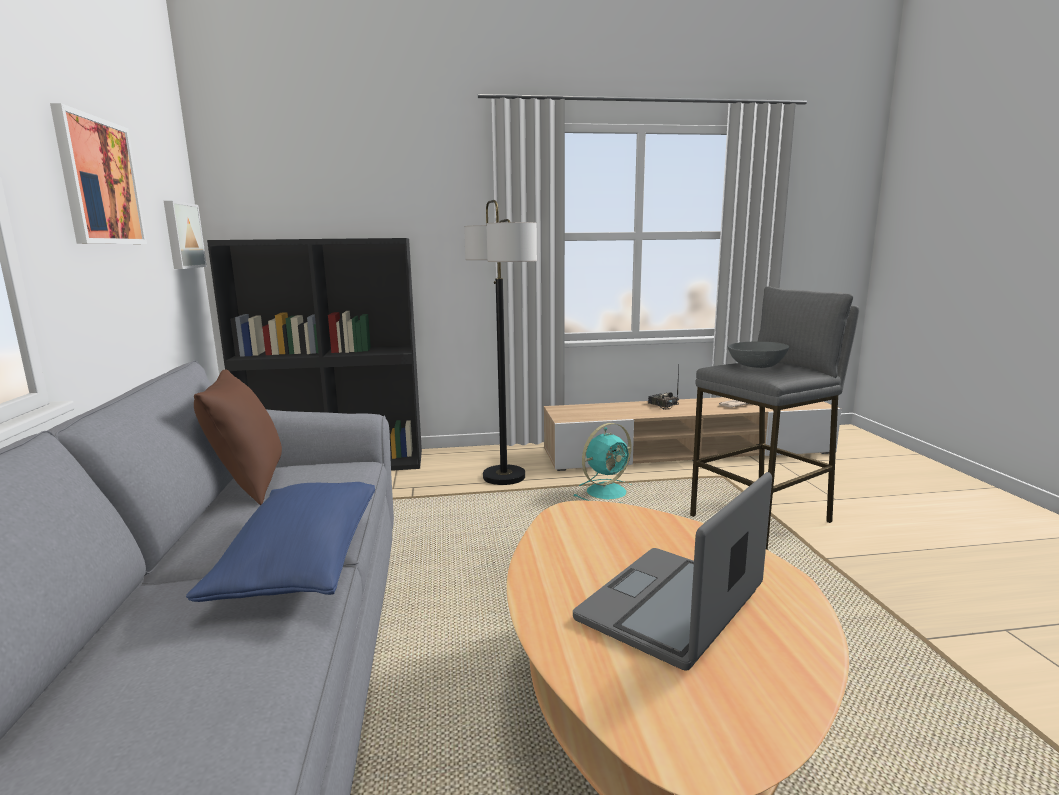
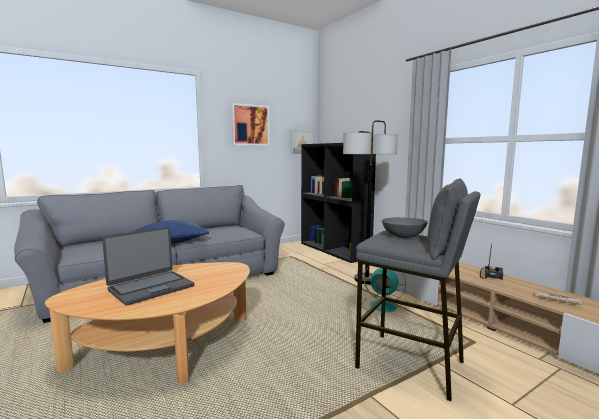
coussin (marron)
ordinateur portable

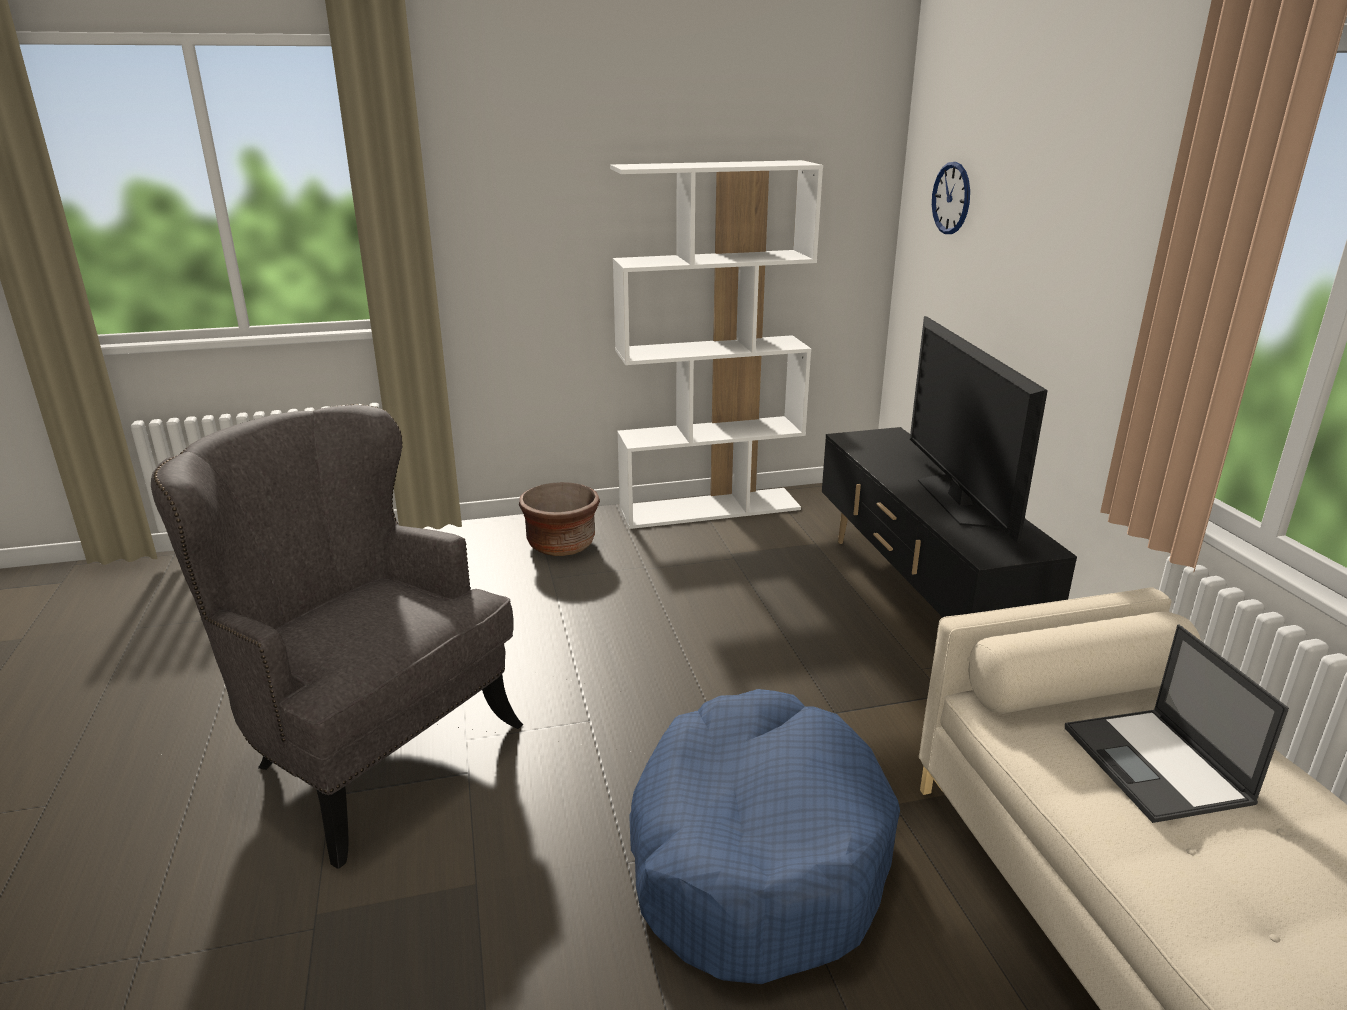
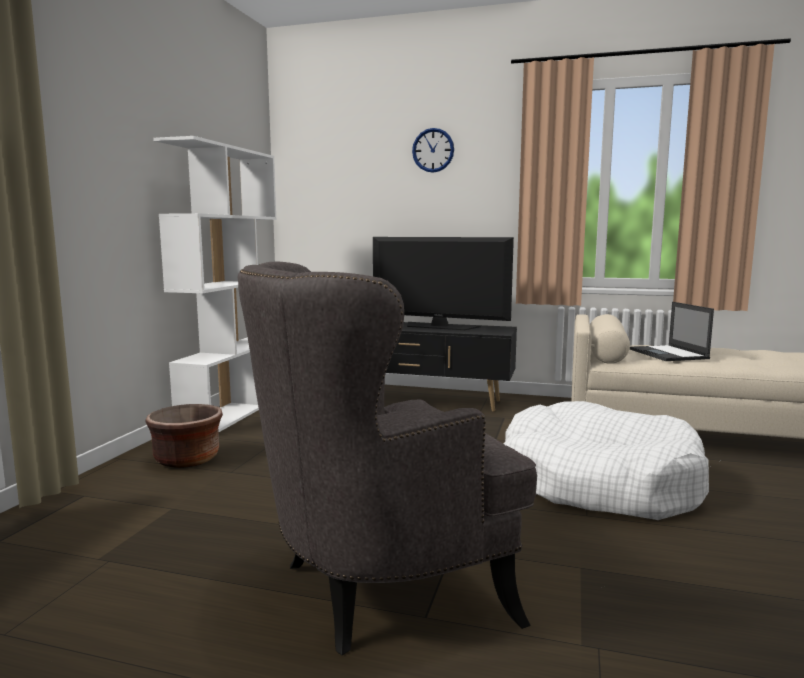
horloge murale
ordinateur portable
panier pour chien (blanc)

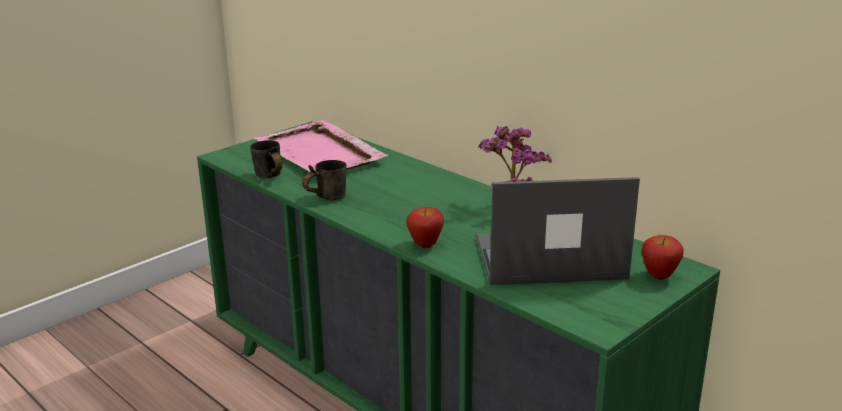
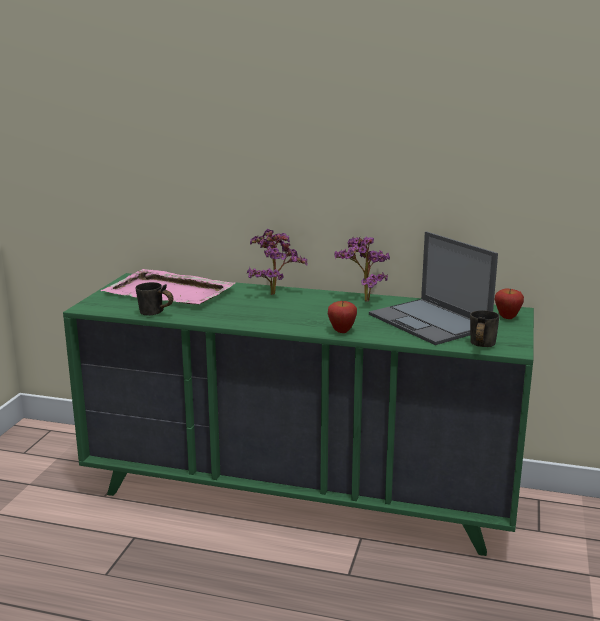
mug (gris) (no. 2 from left)
ordinateur portable
plante en pot (no. 1 from left)

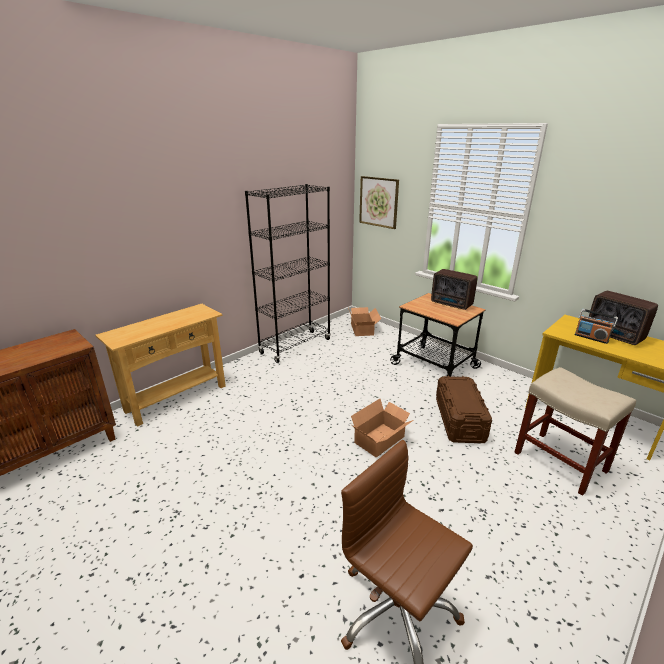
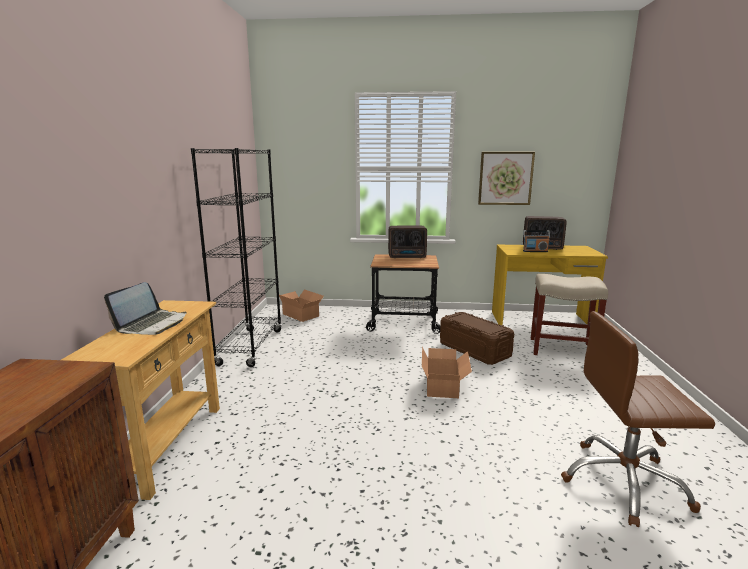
tableau
ordinateur portable

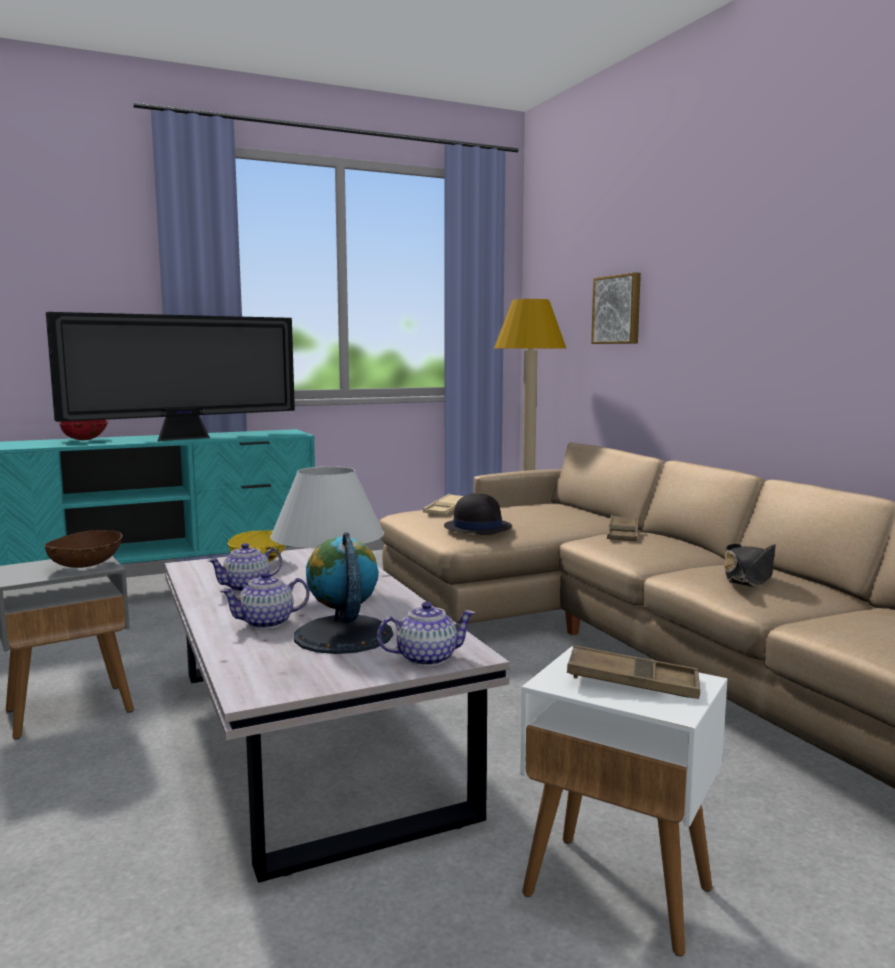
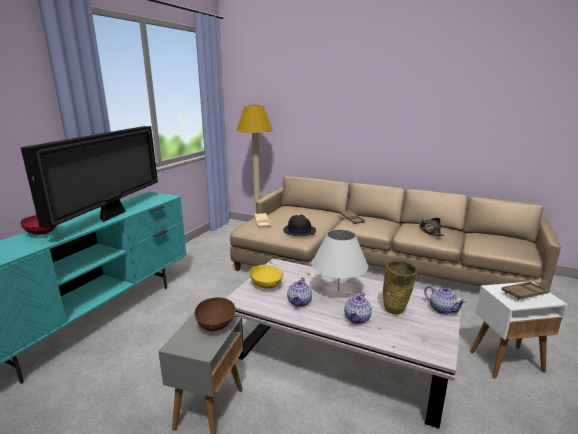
tableau
vase (beige)
théière (no. 3 from left)

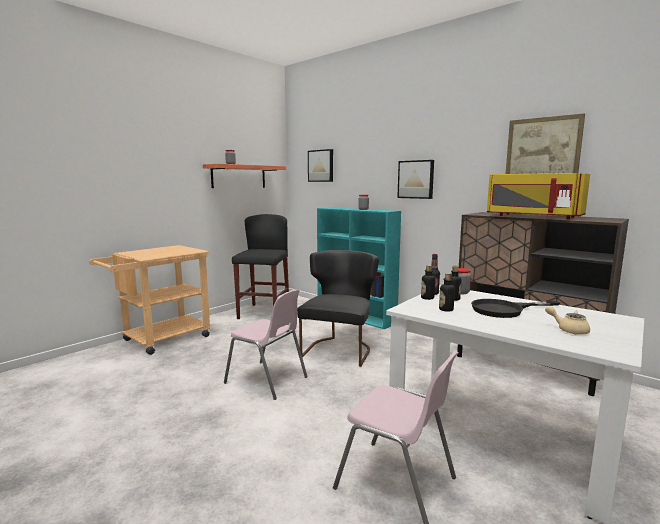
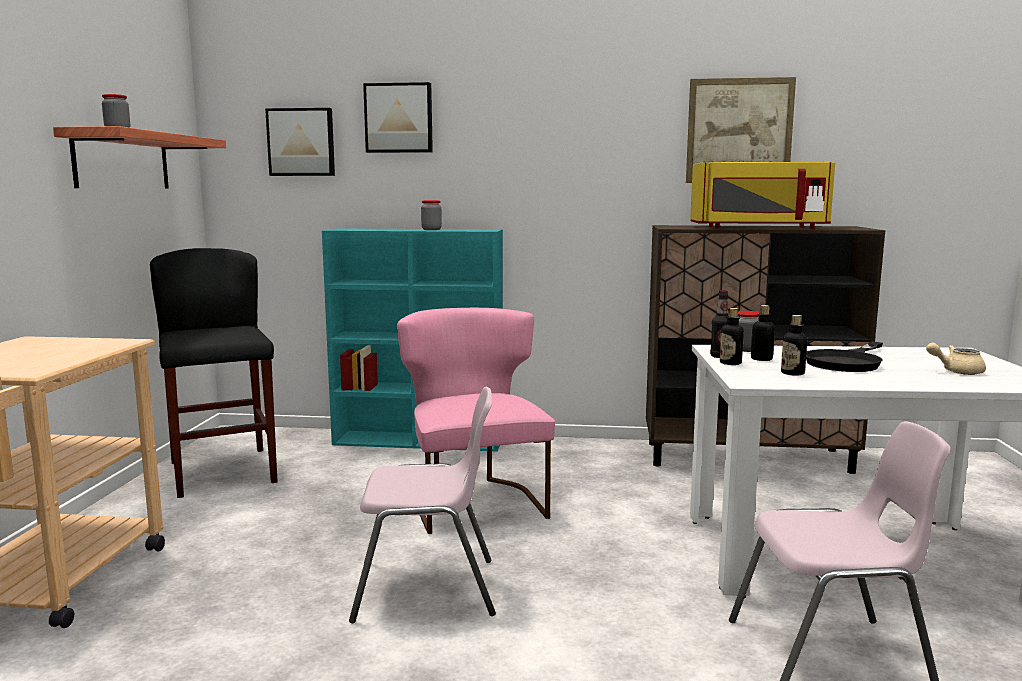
tableau (no. 2 from left)
chaise (rose) (no. 2 from left)

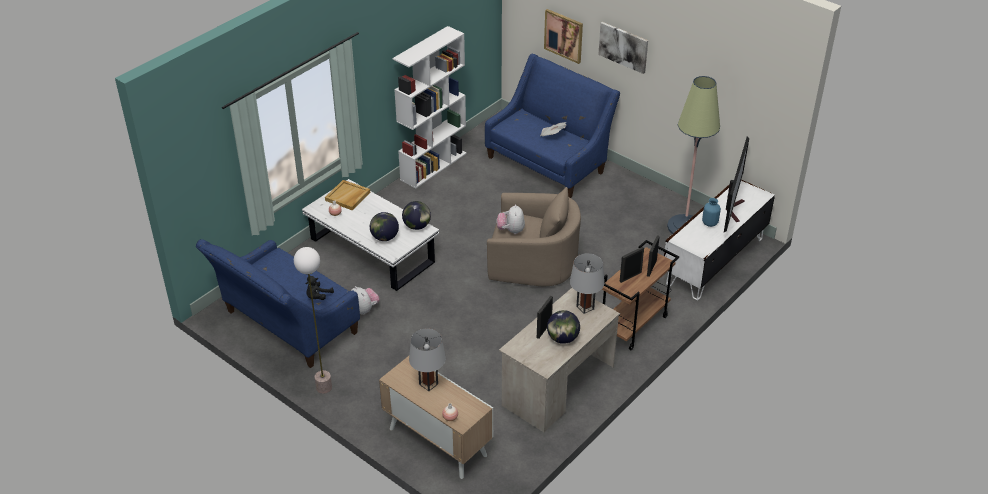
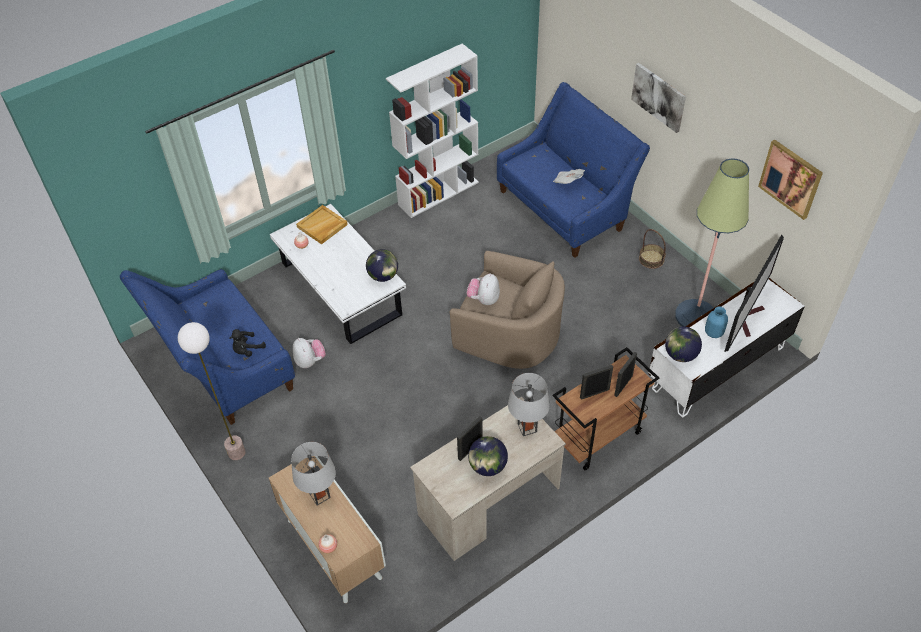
tableau (no. 2 from left)
globe (no. 3 from left)
panier

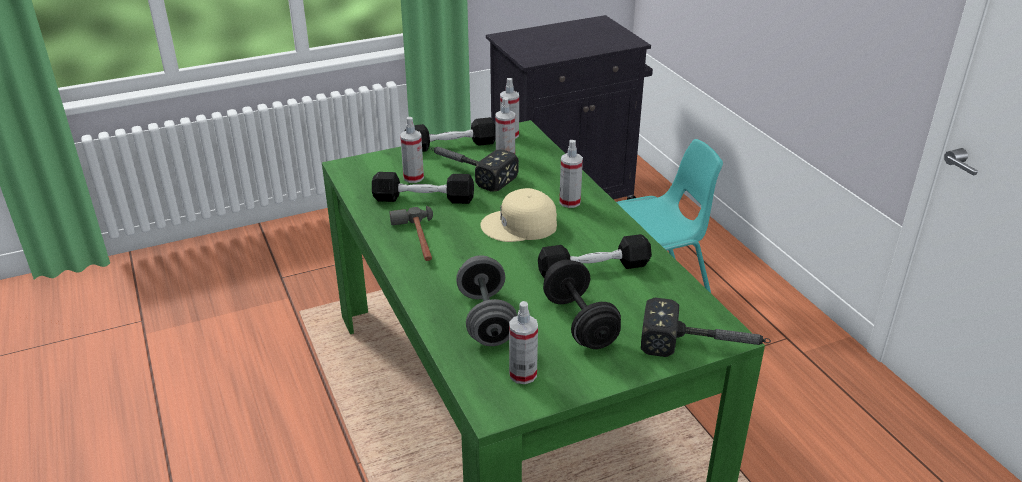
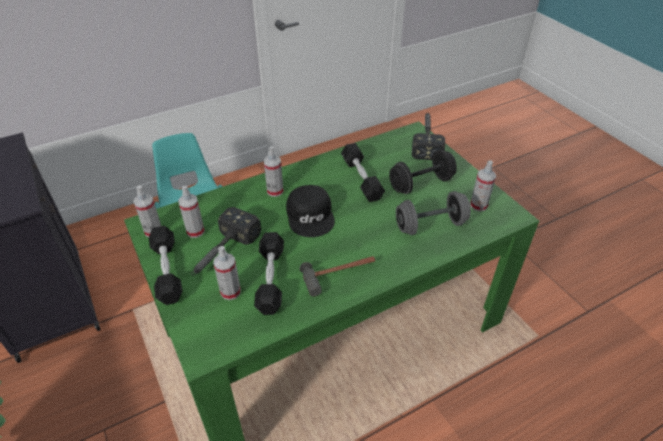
casquette (noir)

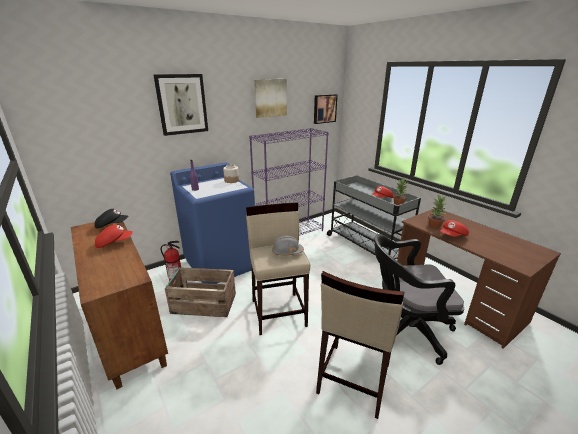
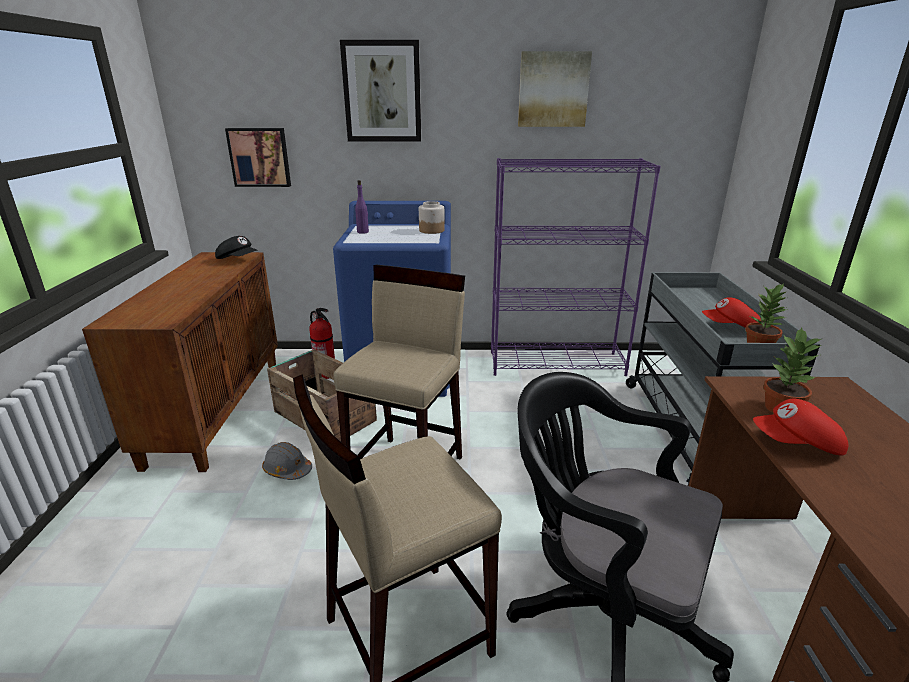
tableau (no. 1 from left)
casquette (rouge) (no. 1 from left in the first image)
casque de chantier (gris)

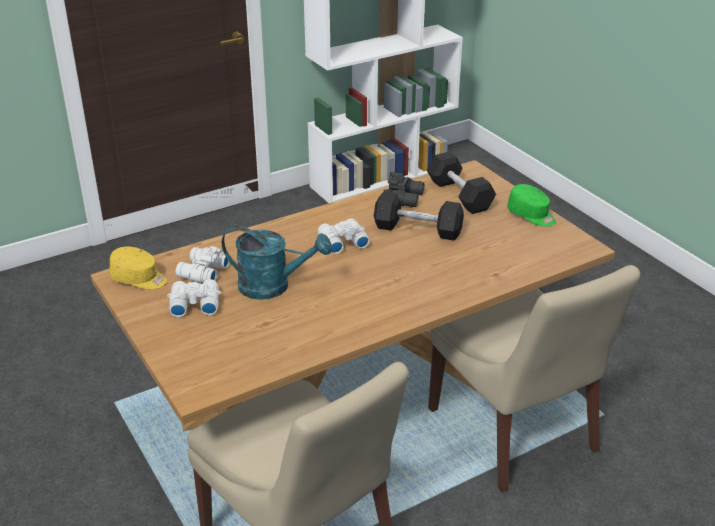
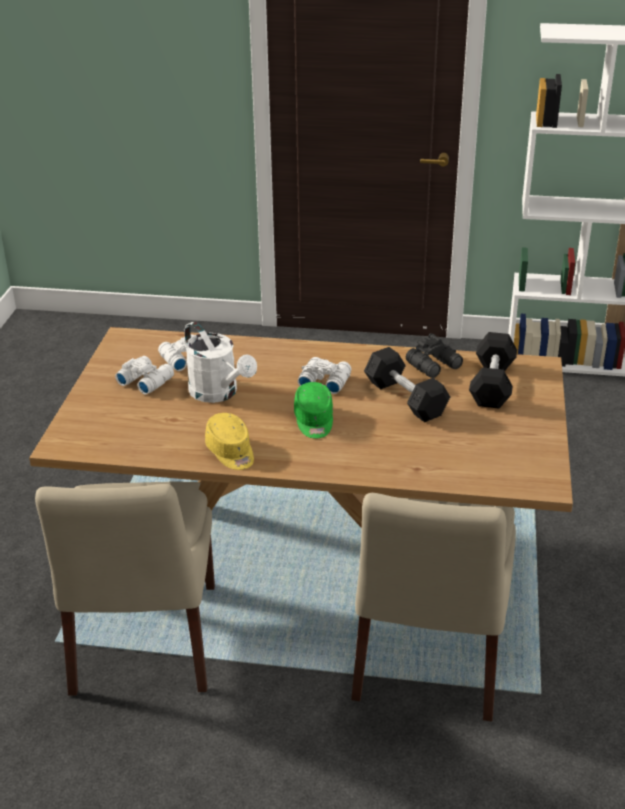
casquette (vert)
arrosoir (blanc)
casquette (jaune)

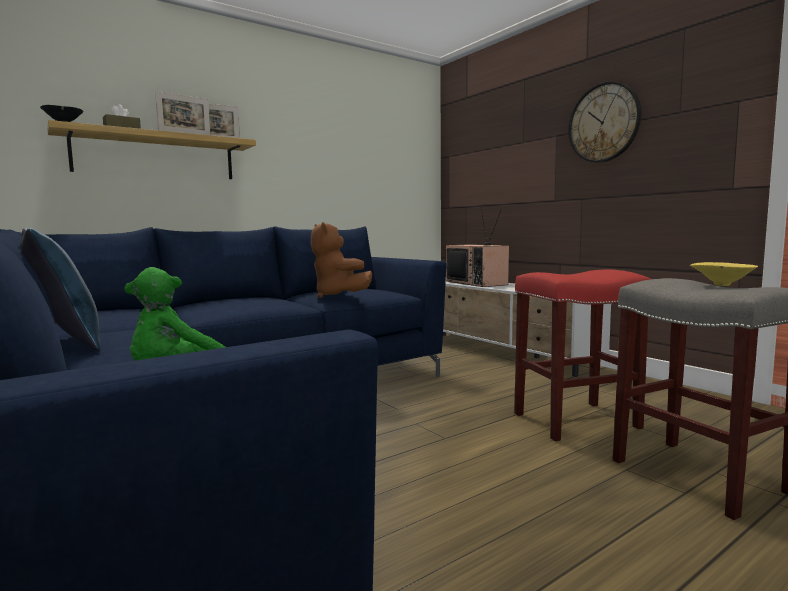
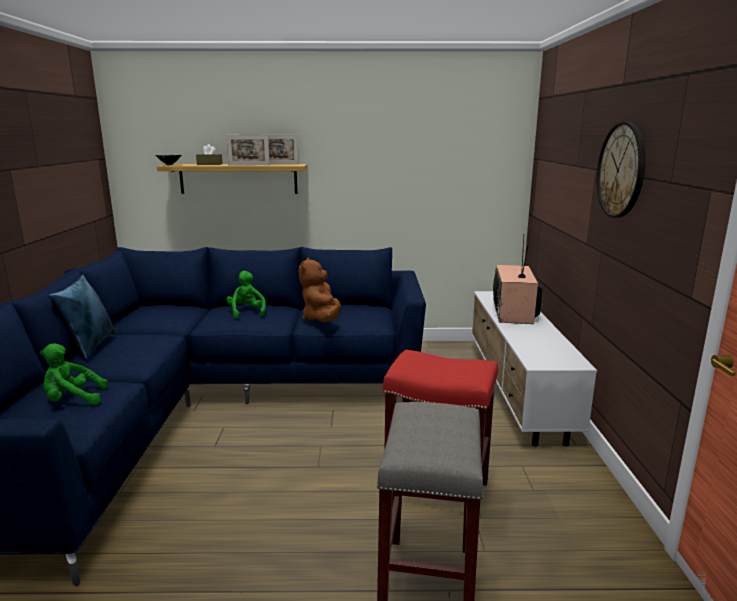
bol (jaune)
peluche (vert) (no. 2 from left)

